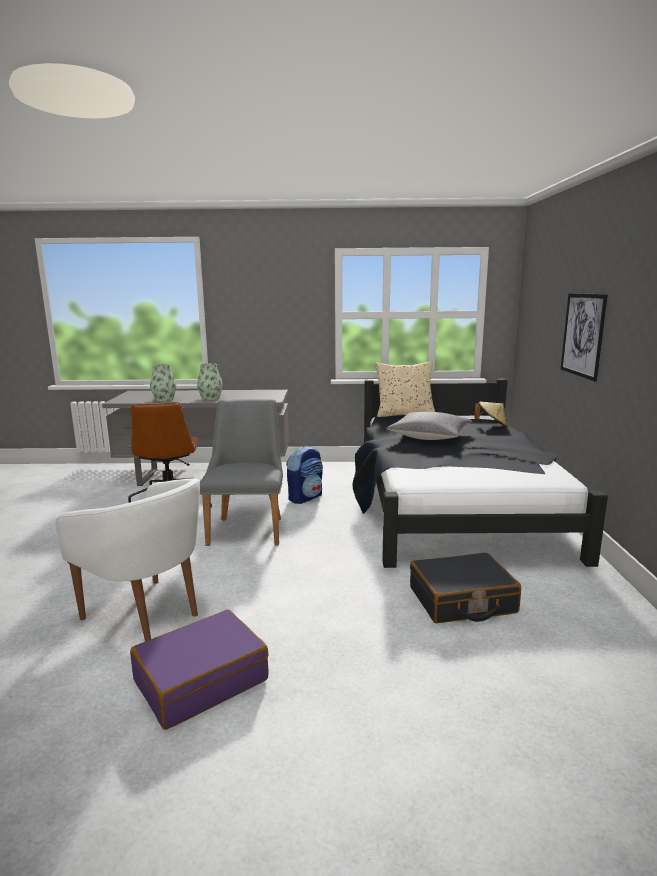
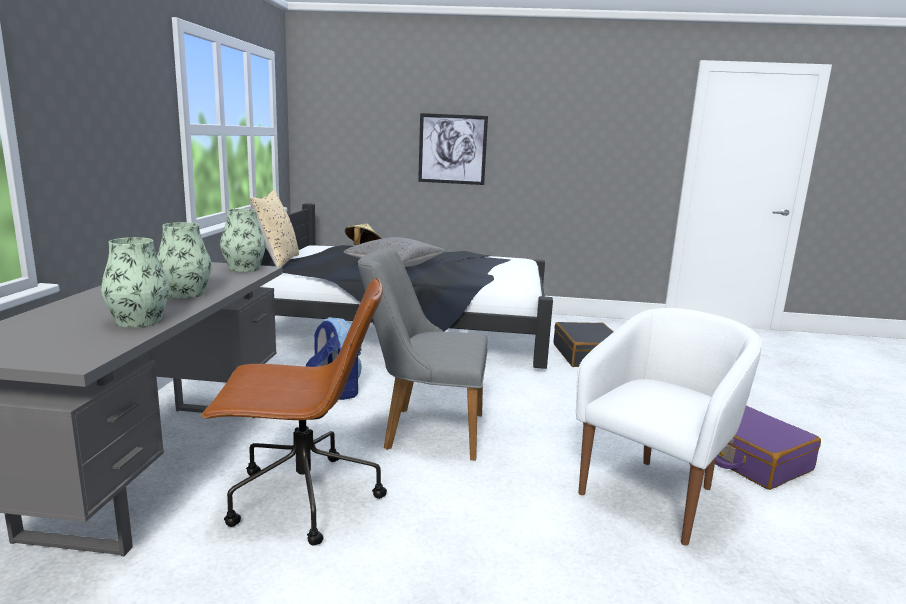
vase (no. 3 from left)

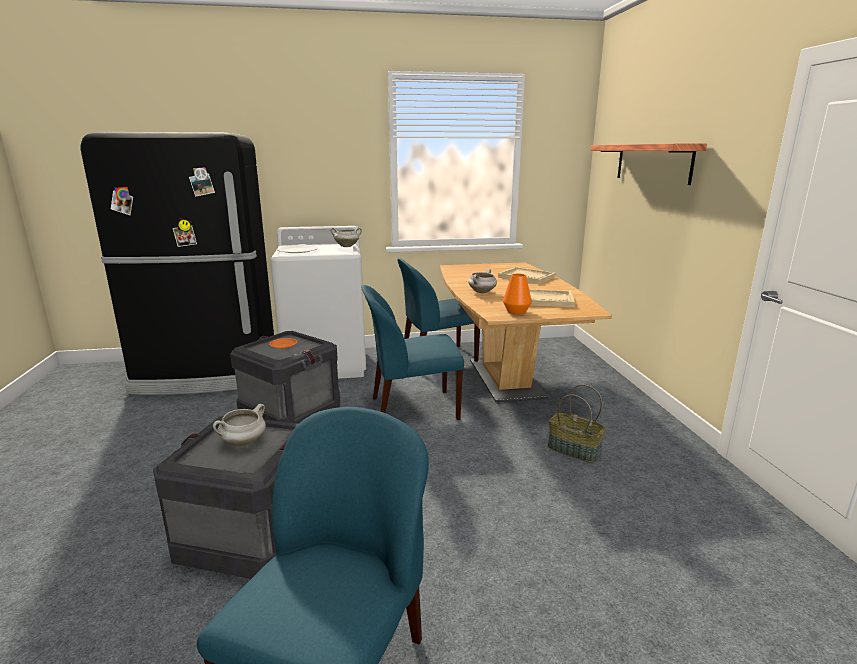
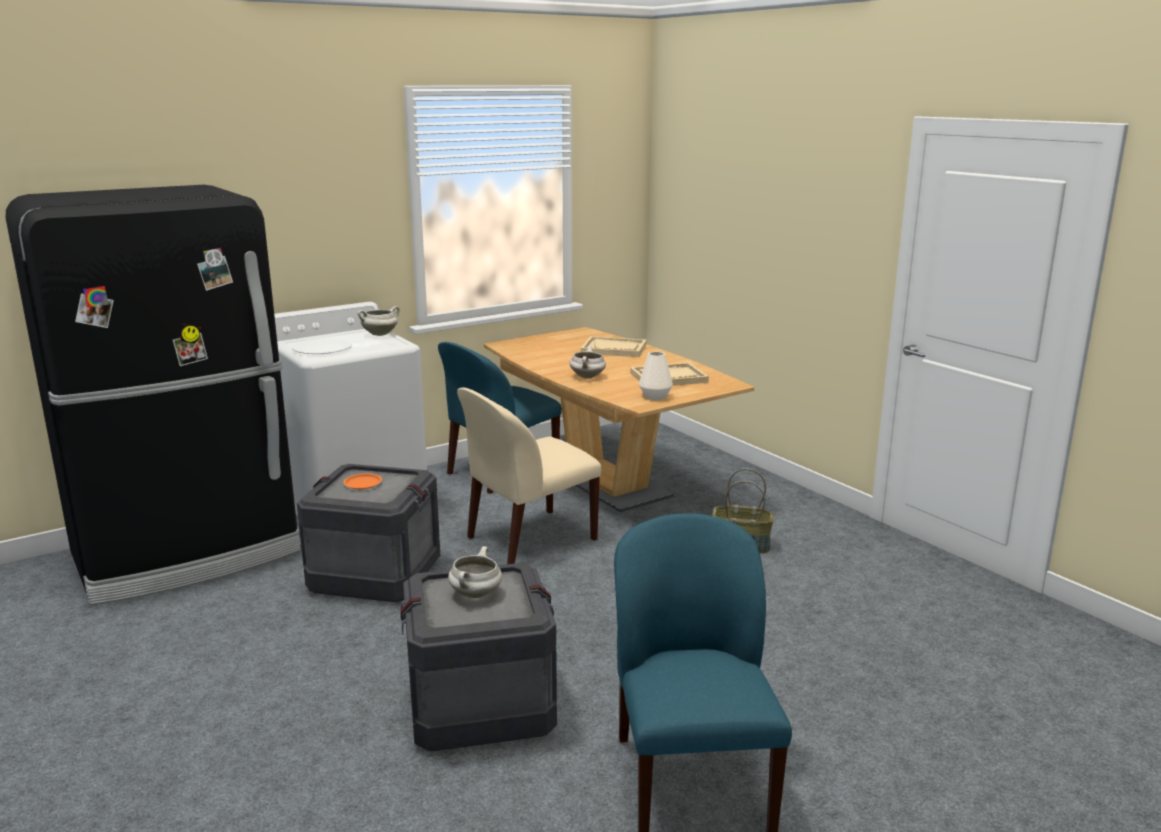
étagère
vase (blanc)
chaise (beige)

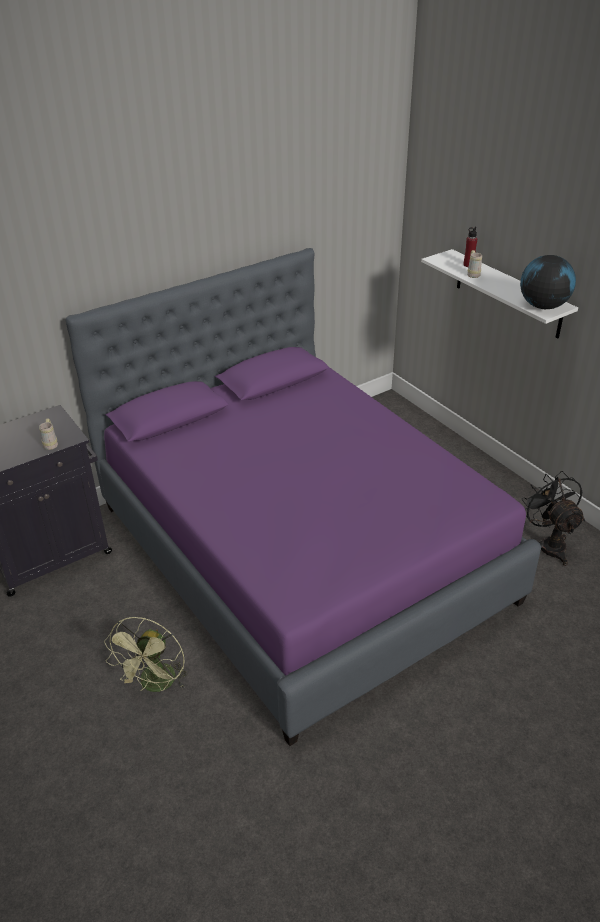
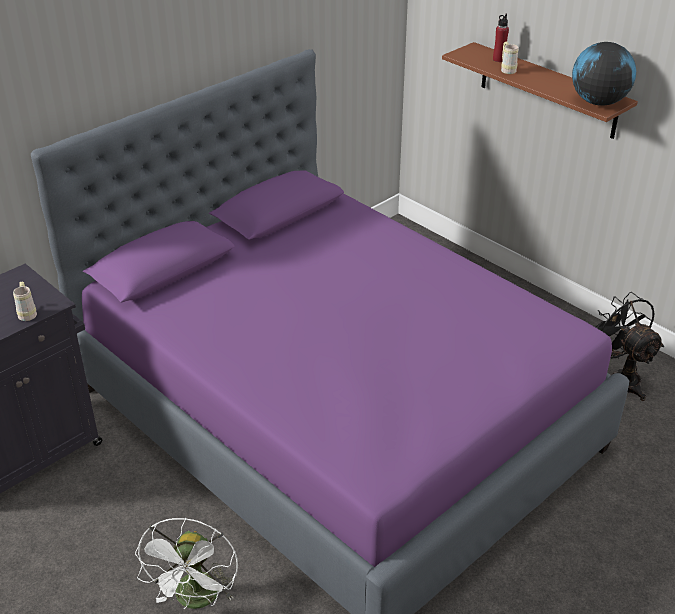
étagère (marron)
ventilateur (blanc)

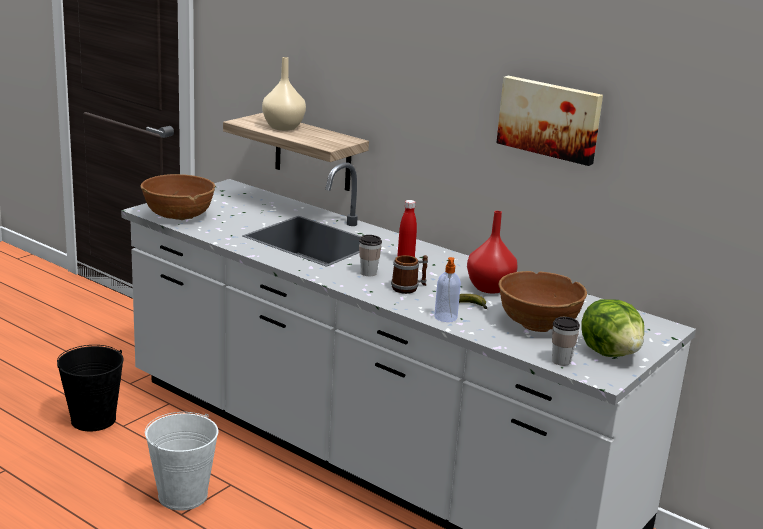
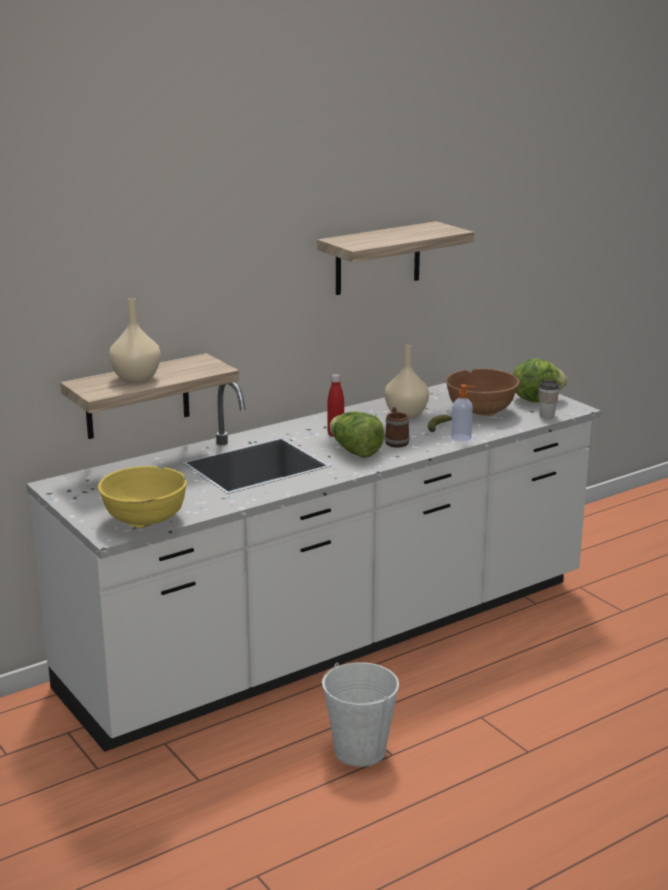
étagère (no. 2 from left)
bol (jaune)
vase (beige) (no. 2 from left)
laitue (no. 1 from left)
seau (noir)

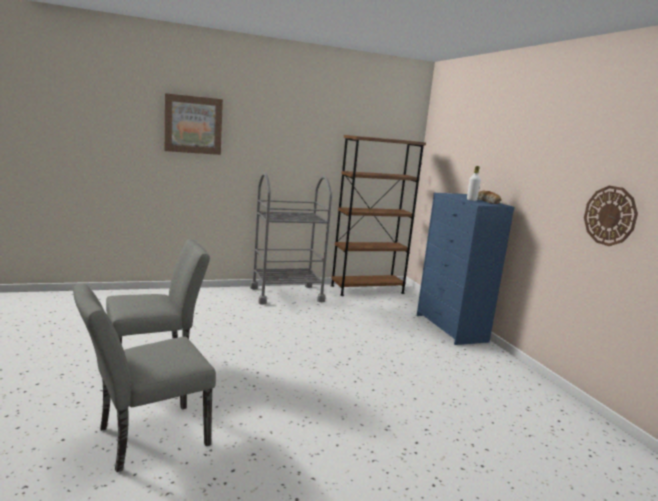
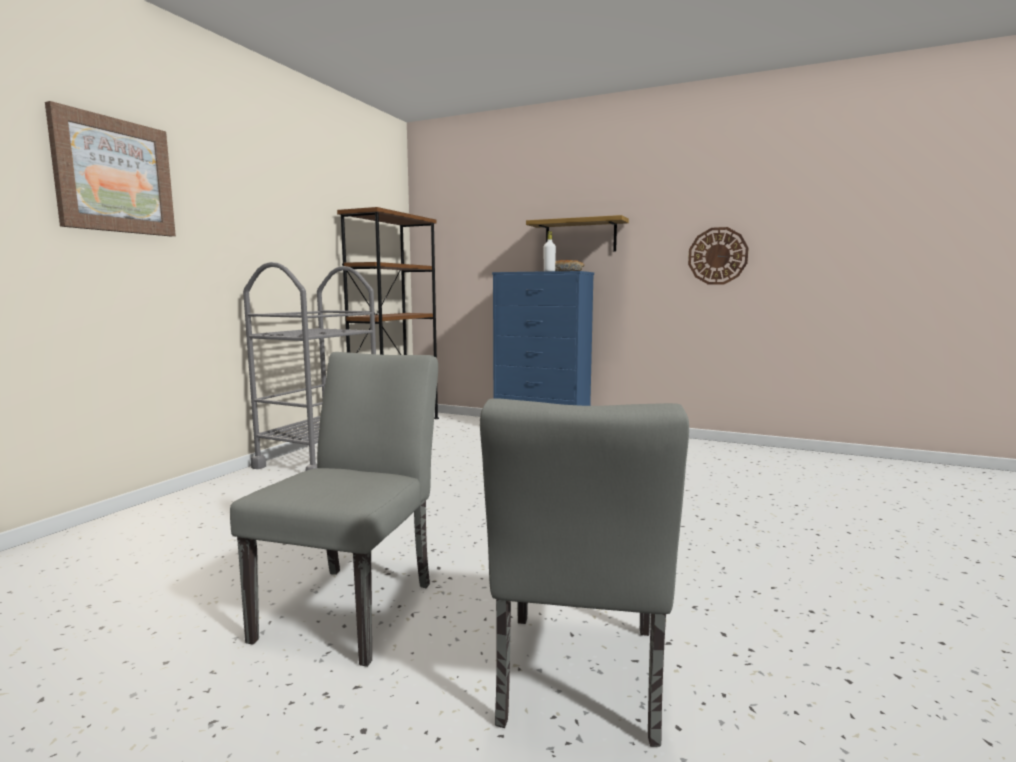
étagère

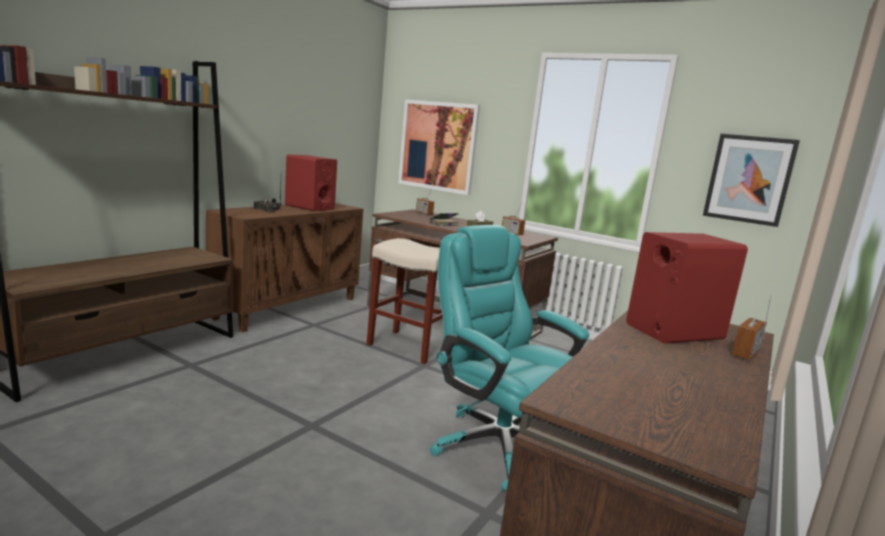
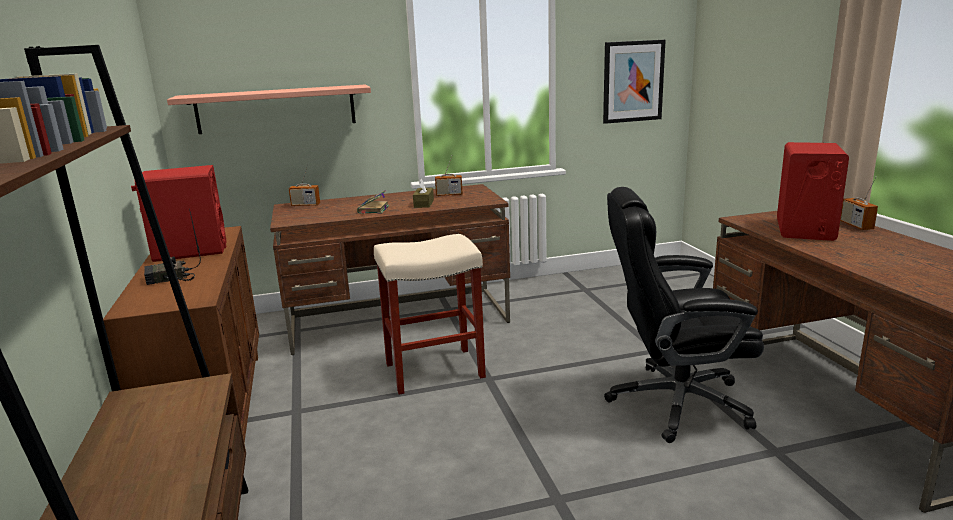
étagère
chaise de bureau (noir)

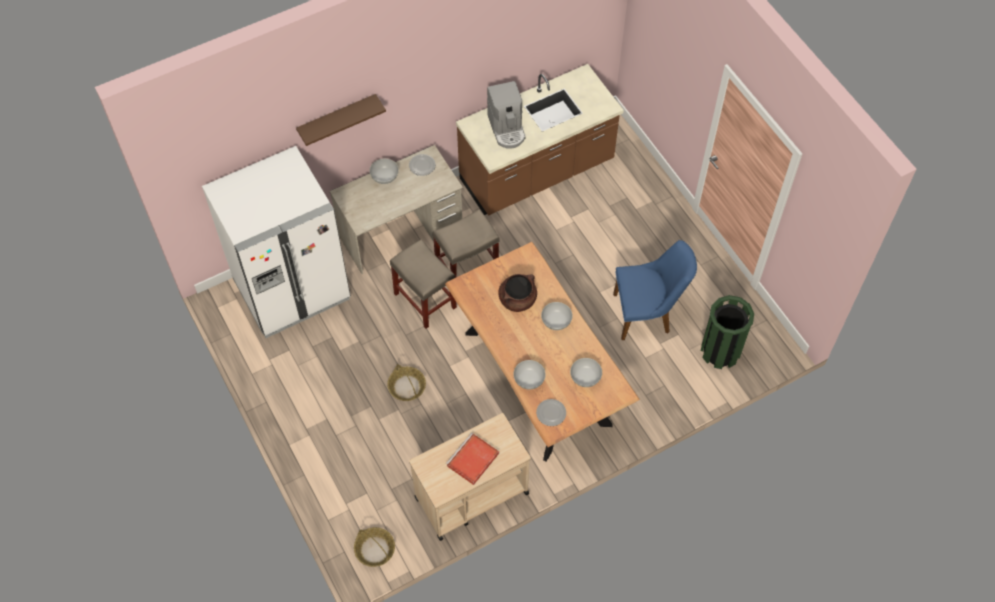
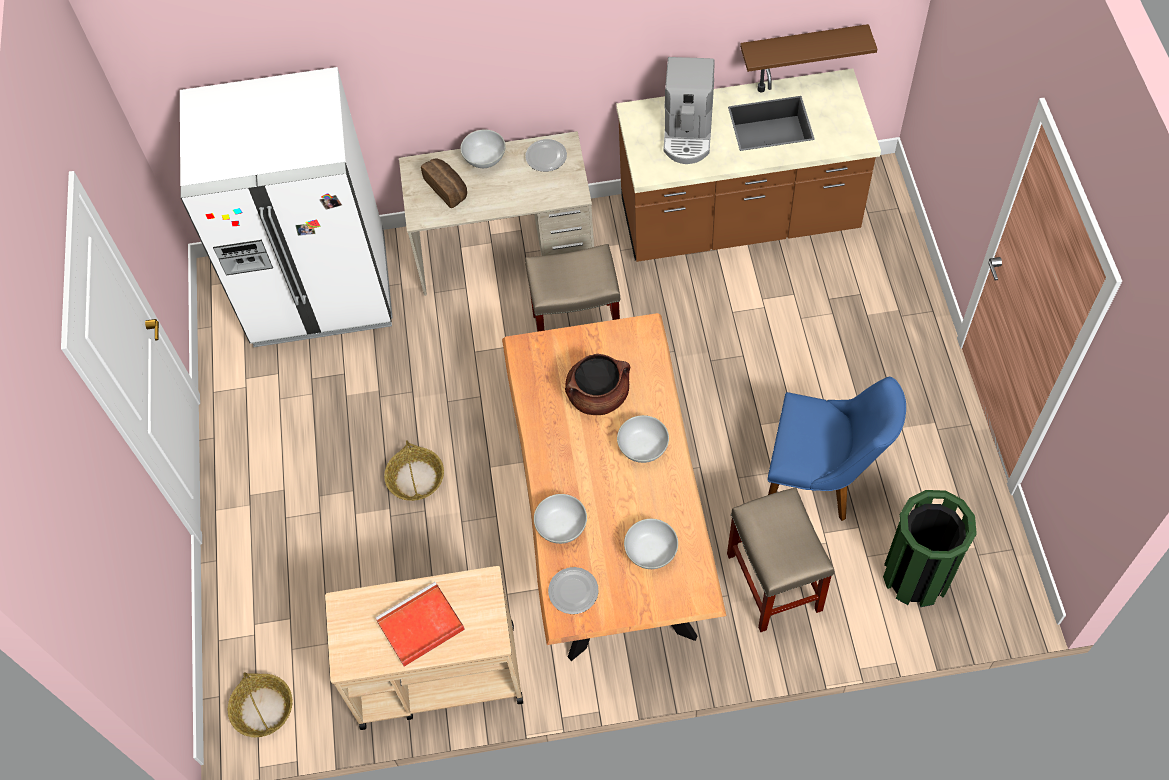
étagère (marron)
tabouret (beige) (no. 2 from left)
pain

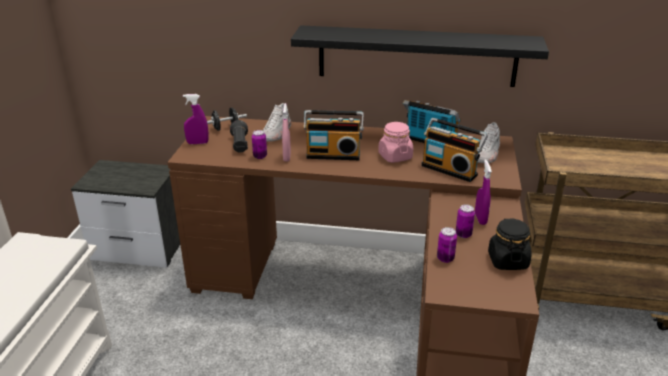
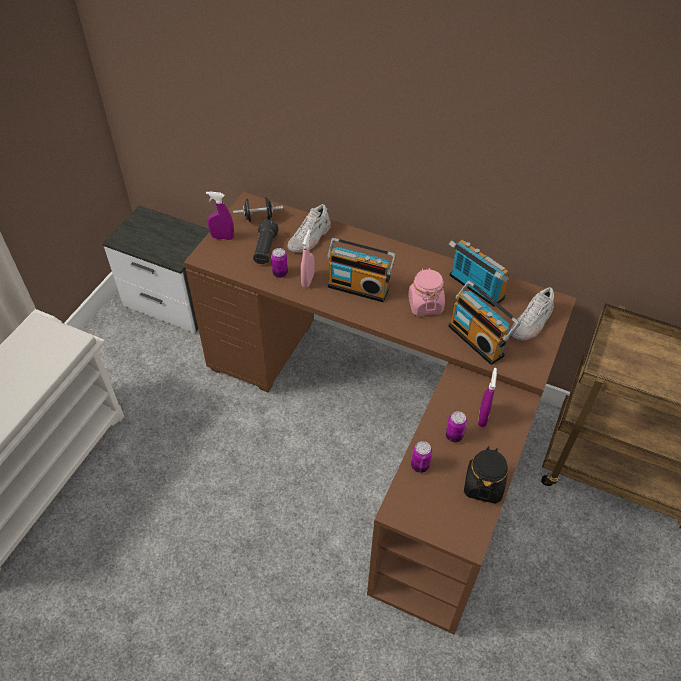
étagère (noir)

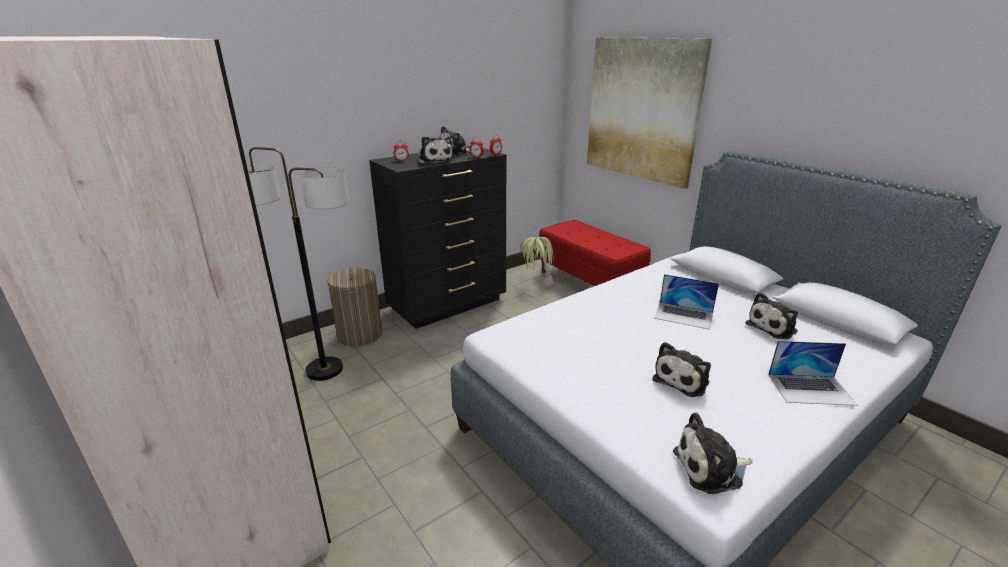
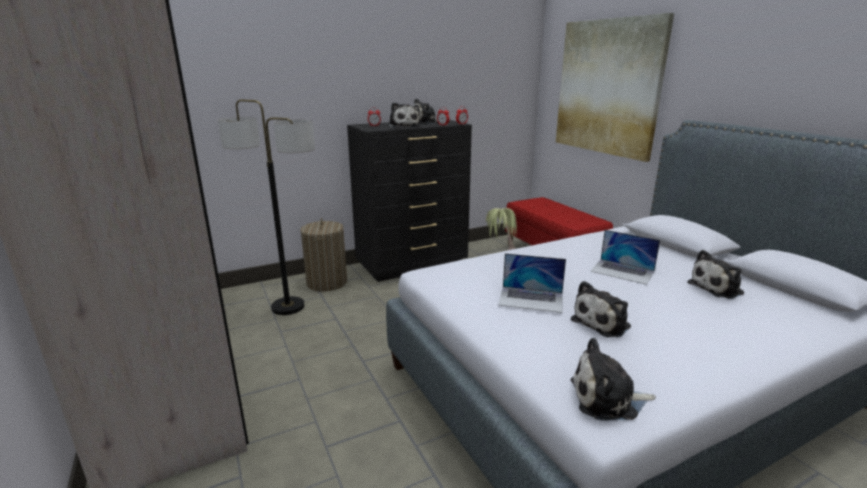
ordinateur portable (no. 1 from left)

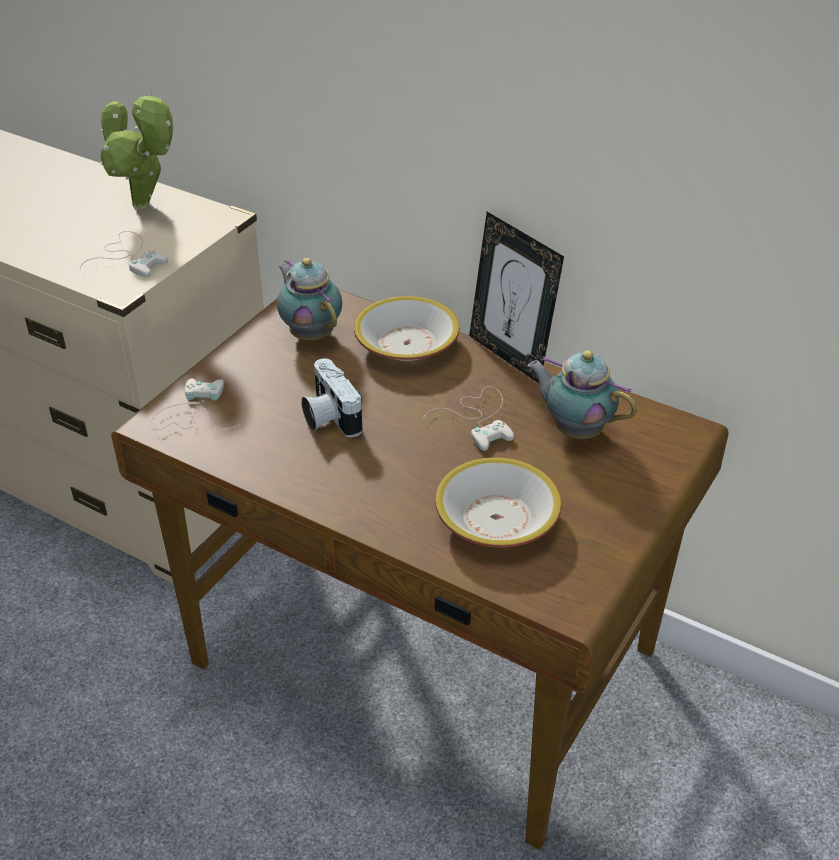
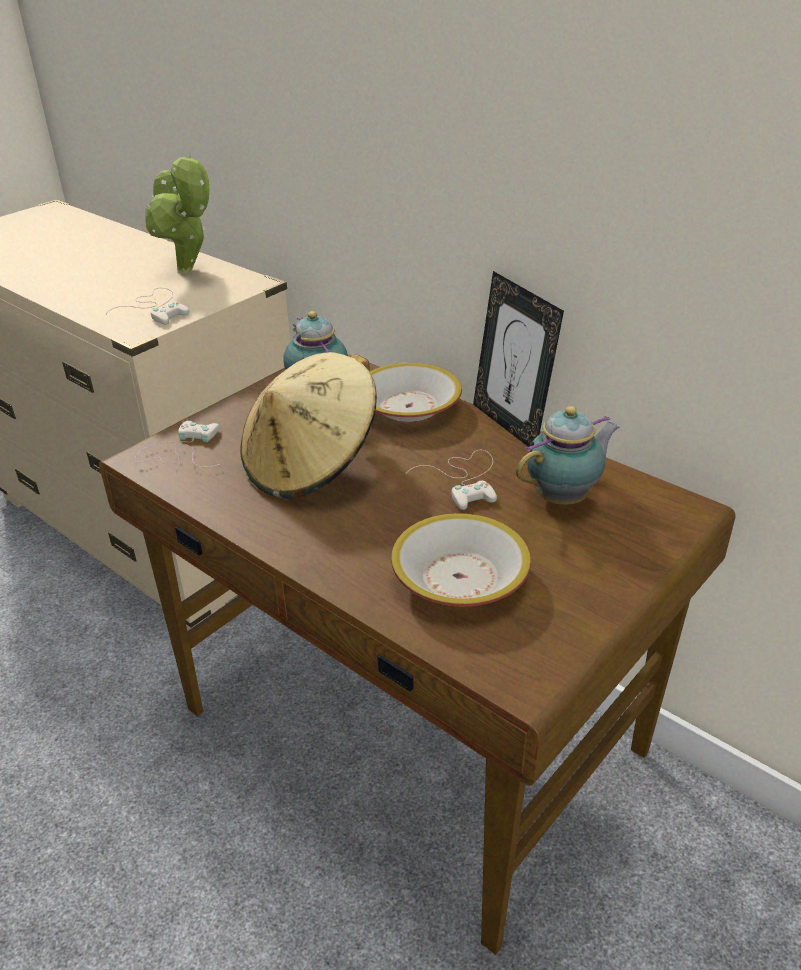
théière (no. 2 from left)
chapeau (beige)

